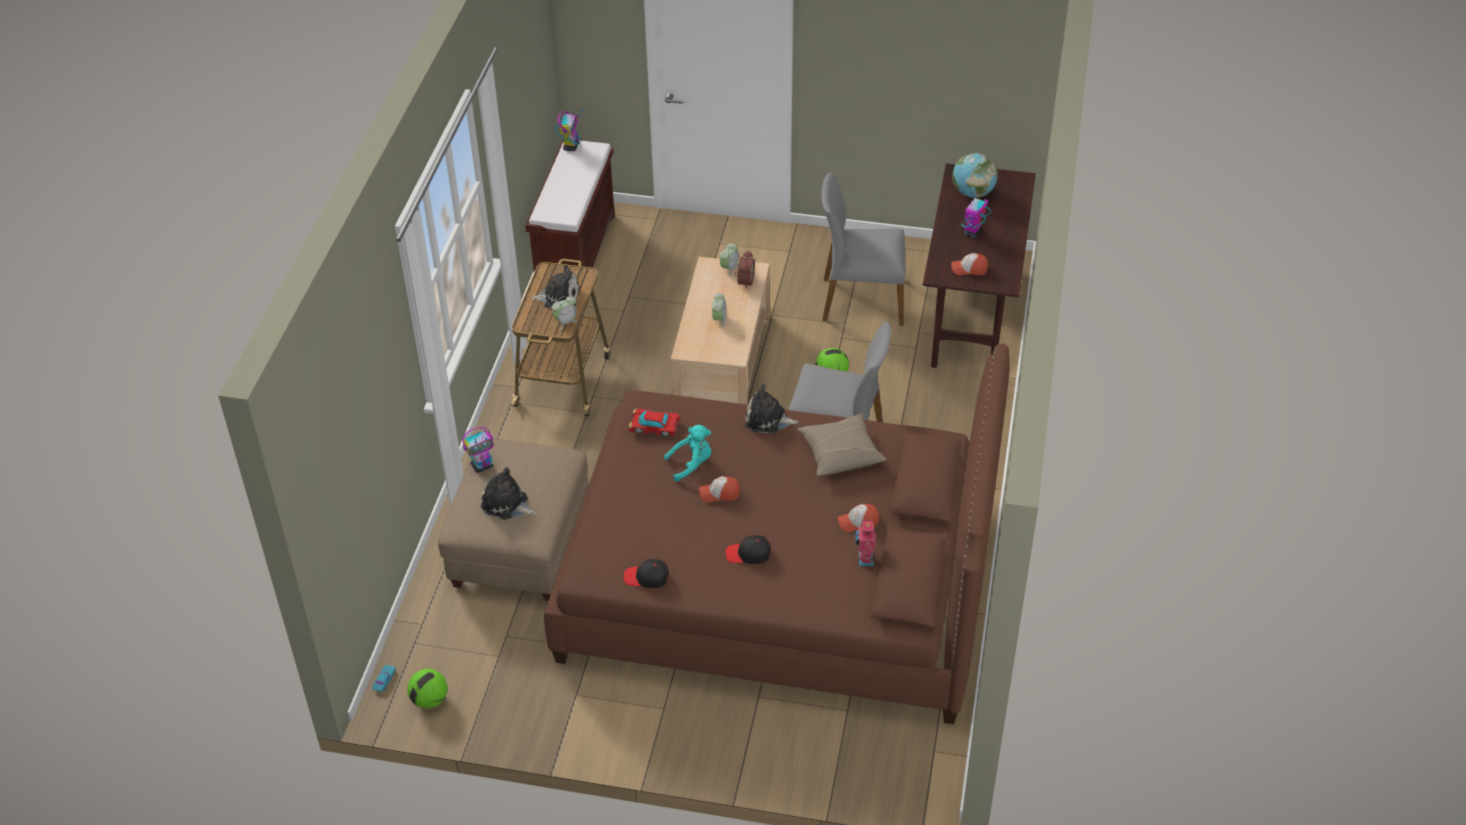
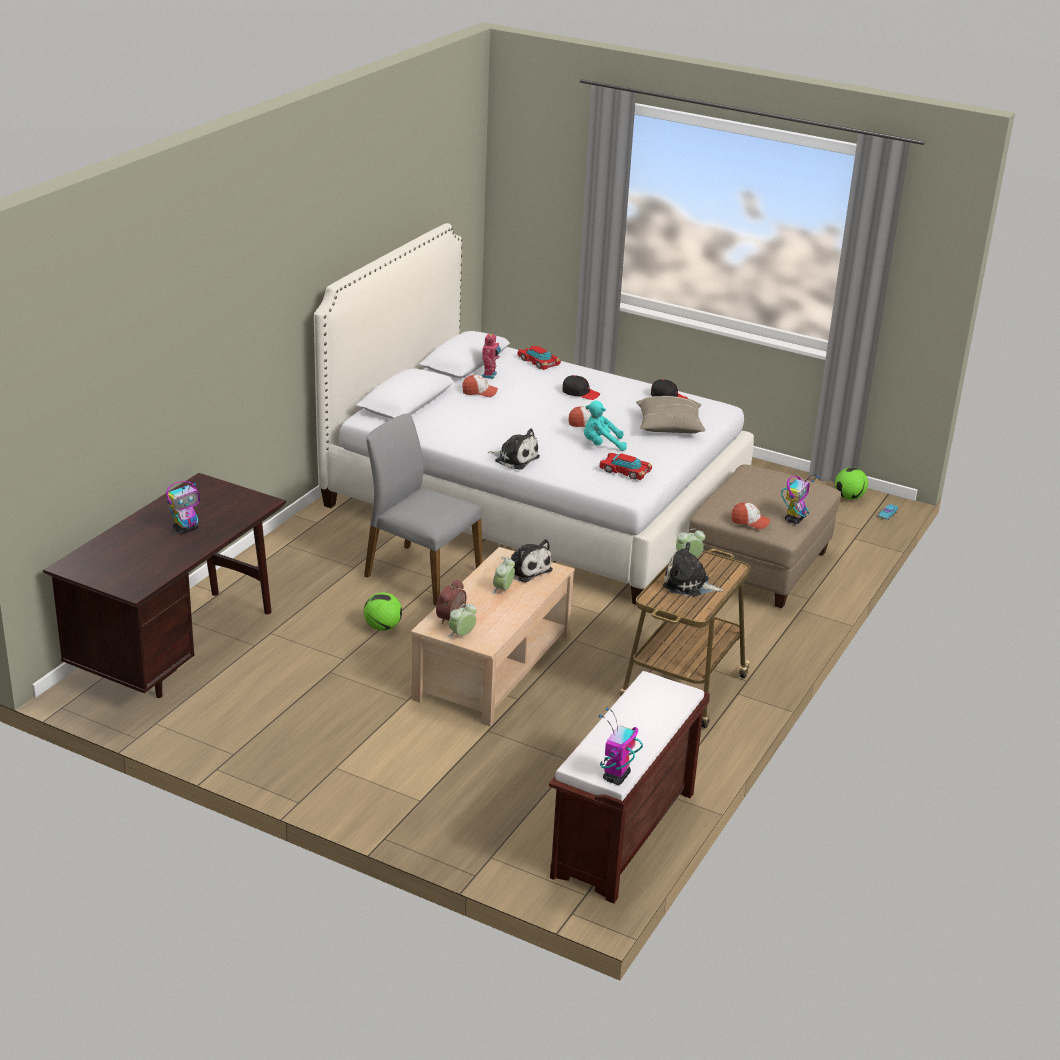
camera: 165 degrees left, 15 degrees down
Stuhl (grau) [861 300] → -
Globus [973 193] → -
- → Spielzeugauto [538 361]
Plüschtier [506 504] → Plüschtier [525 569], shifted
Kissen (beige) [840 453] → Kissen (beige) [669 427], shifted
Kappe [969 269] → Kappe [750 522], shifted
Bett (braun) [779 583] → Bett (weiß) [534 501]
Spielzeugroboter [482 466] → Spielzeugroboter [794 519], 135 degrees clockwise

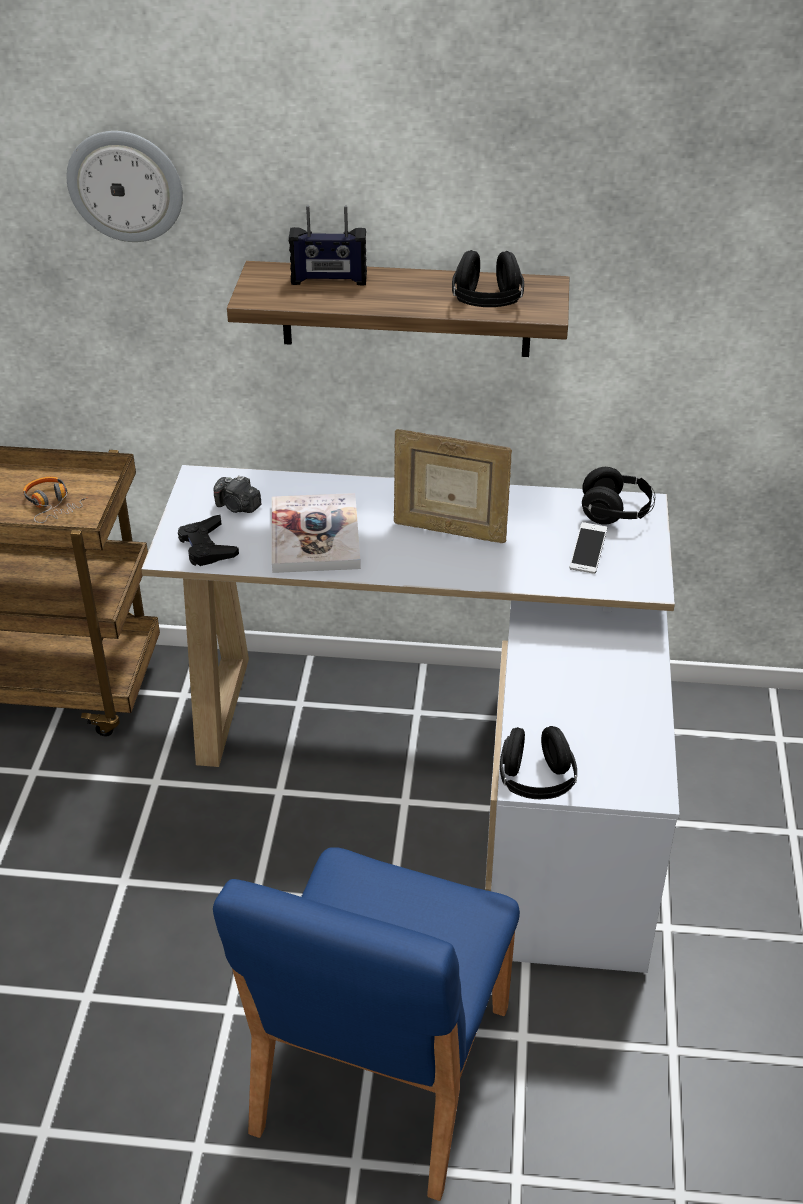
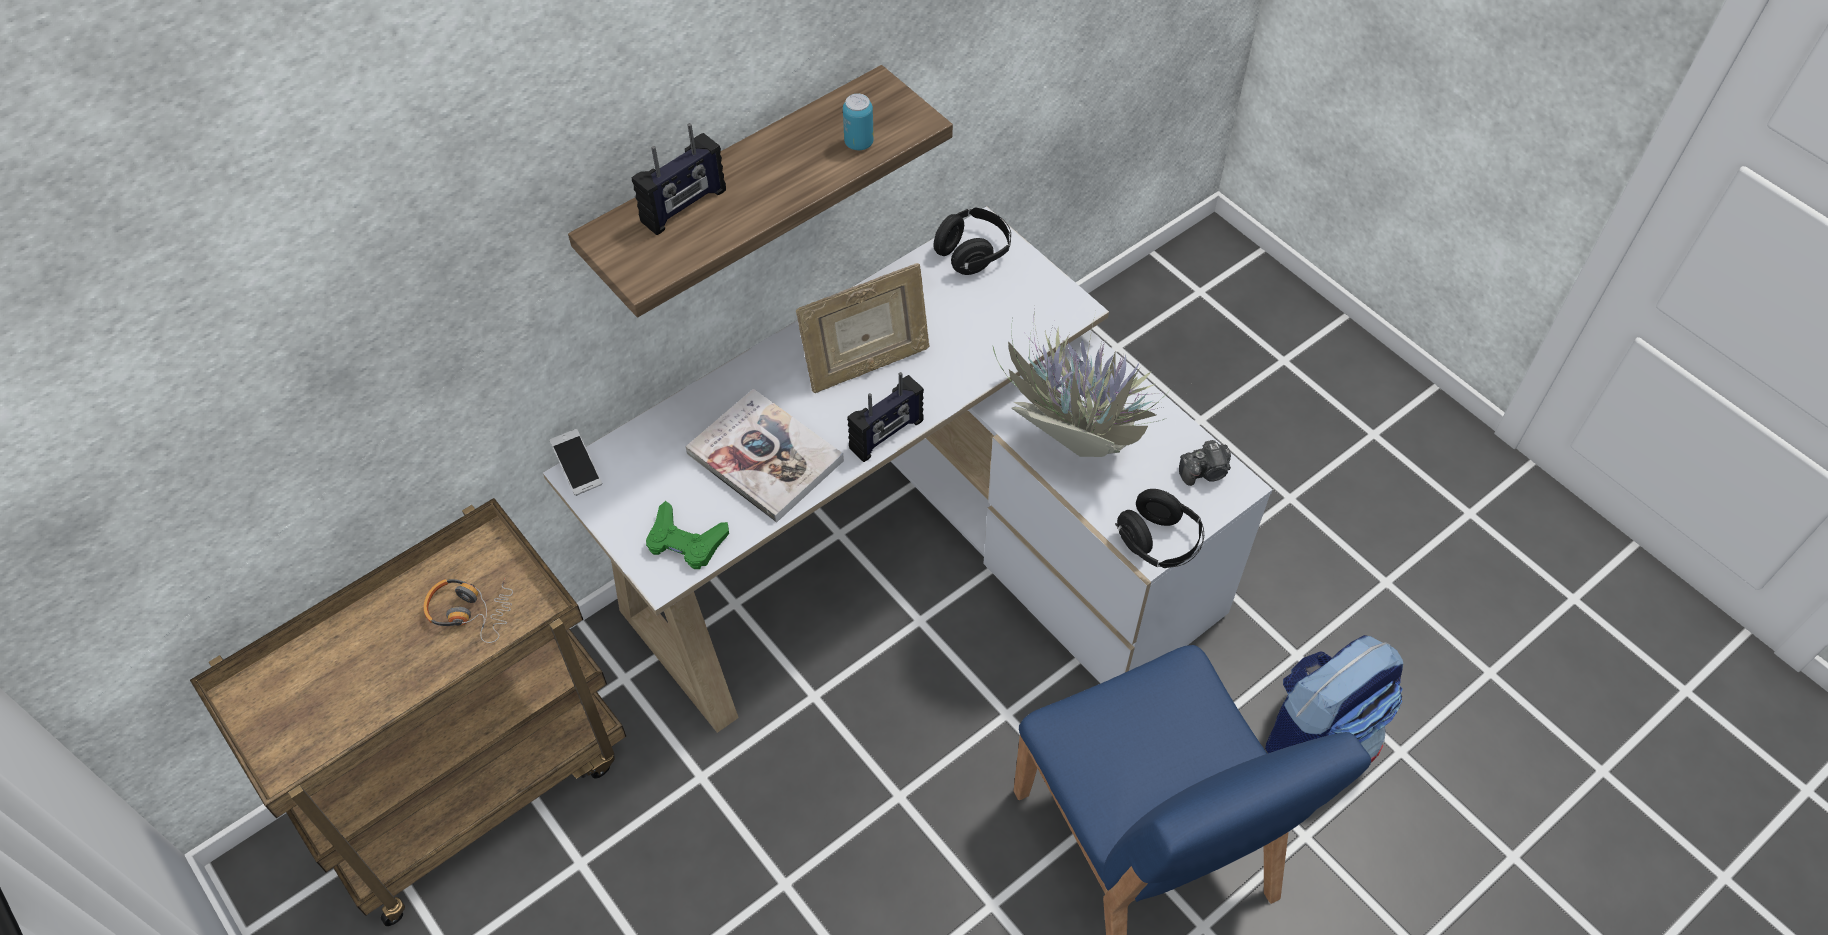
camera: 45 degrees left, 15 degrees up
Wanduhr [125 185] → -
- → Radio [887 435]
- → Topfpflanze [1073 445]
- → Rucksack [1318 736]
Kamera [238 507] → Kamera [1205 472], shifted
Handy [587 555] → Handy [577 468], shifted
Kopfhörer (schwarz) [487 303] → Dose [859 143]
Gamepad (schwarz) [207 547] → Gamepad (grün) [685 541]

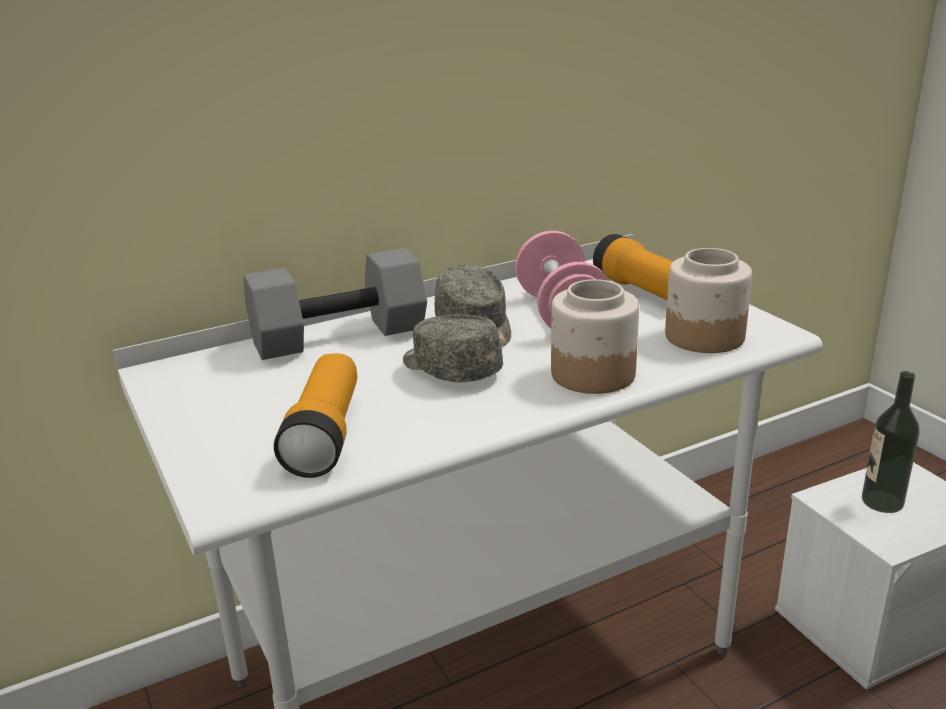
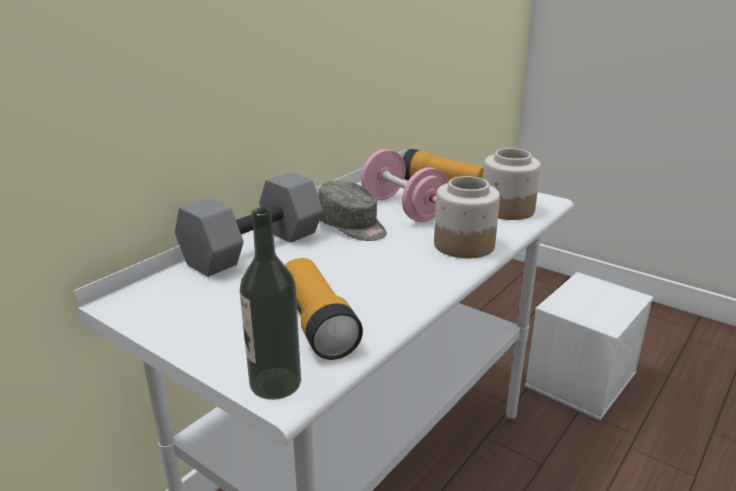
camera: 25 degrees left, 0 degrees up
Kappe (grau) [450 368] → -
Flasche [882 501] → Flasche [275 383], shifted

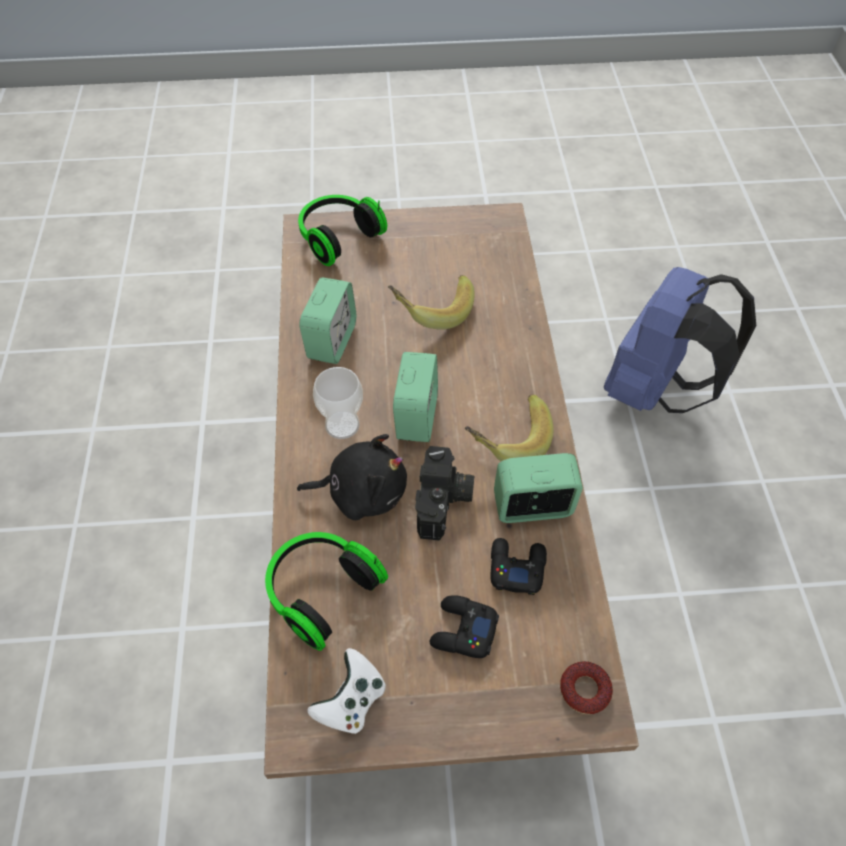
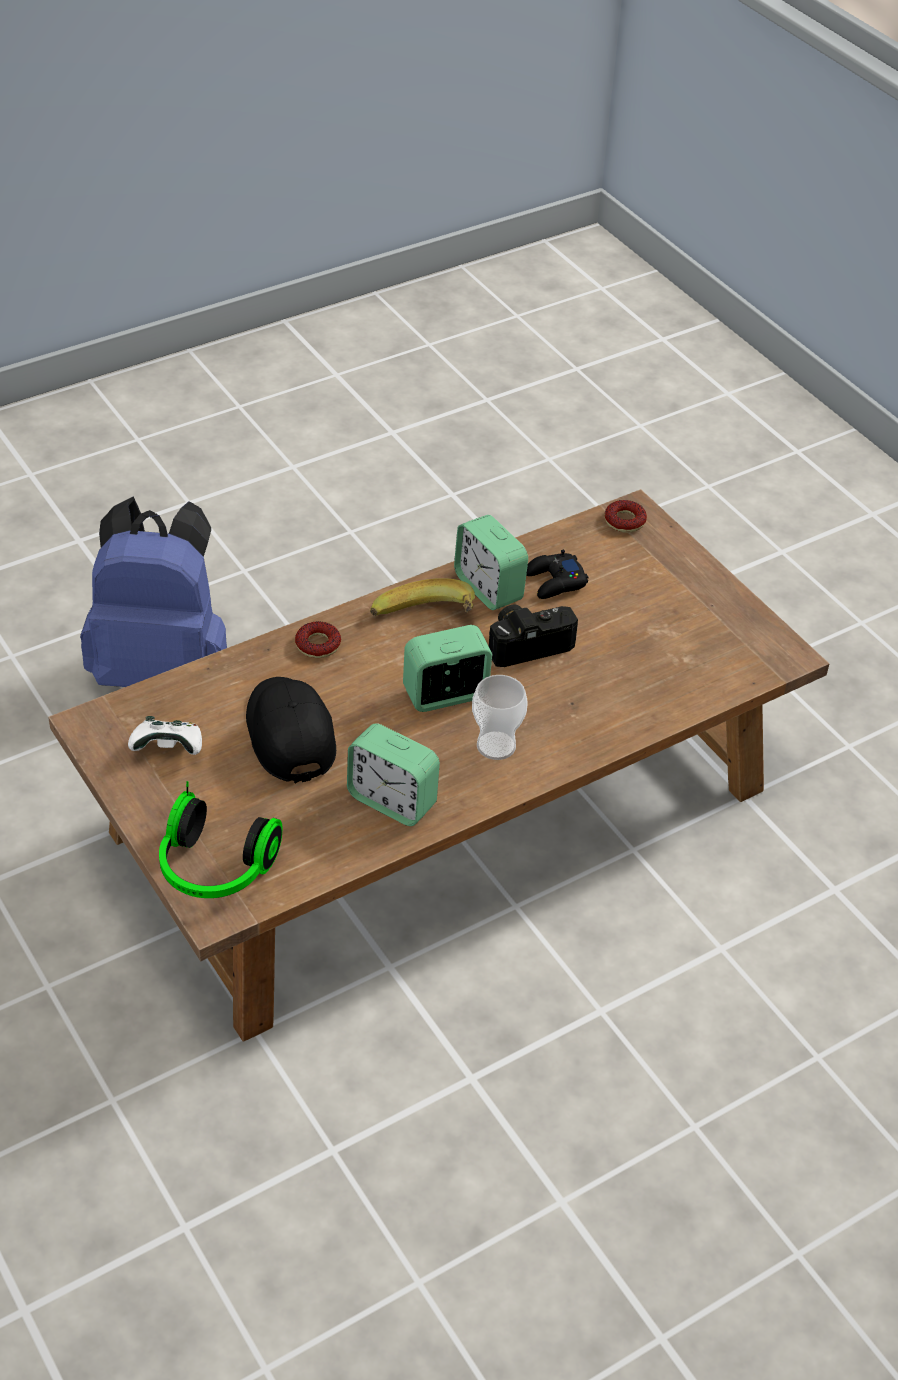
camera: 120 degrees left, 10 degrees down
Kopfhörer [320 590] → -
Plüschtier (schwarz) [362 492] → -
Gamepad (schwarz) [463 631] → -
- → Donut [318 645]
Gamepad (weiß) [351 700] → Gamepad (weiß) [169 749], shifted
Banane [432 309] → Kappe (schwarz) [289 734]
Wecker [331 341] → Wecker [392 800], 135 degrees counterclockwise

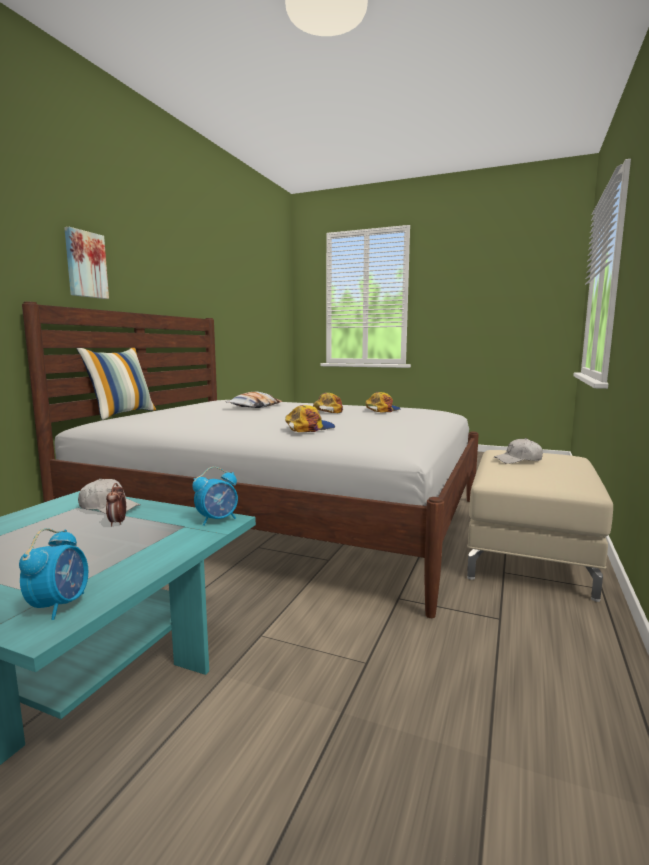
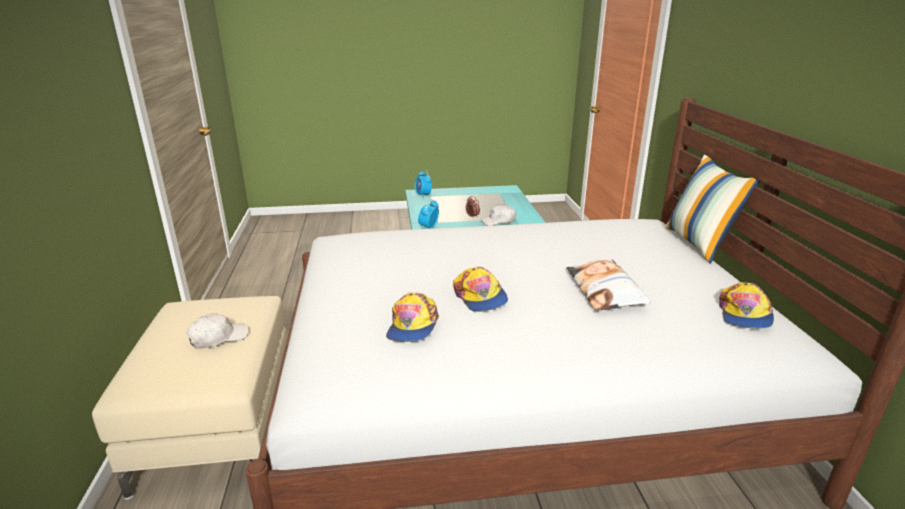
camera: 150 degrees right, 15 degrees up
Bild [85 264] → -
Kappe [309 428] → Kappe [744 314], shifted

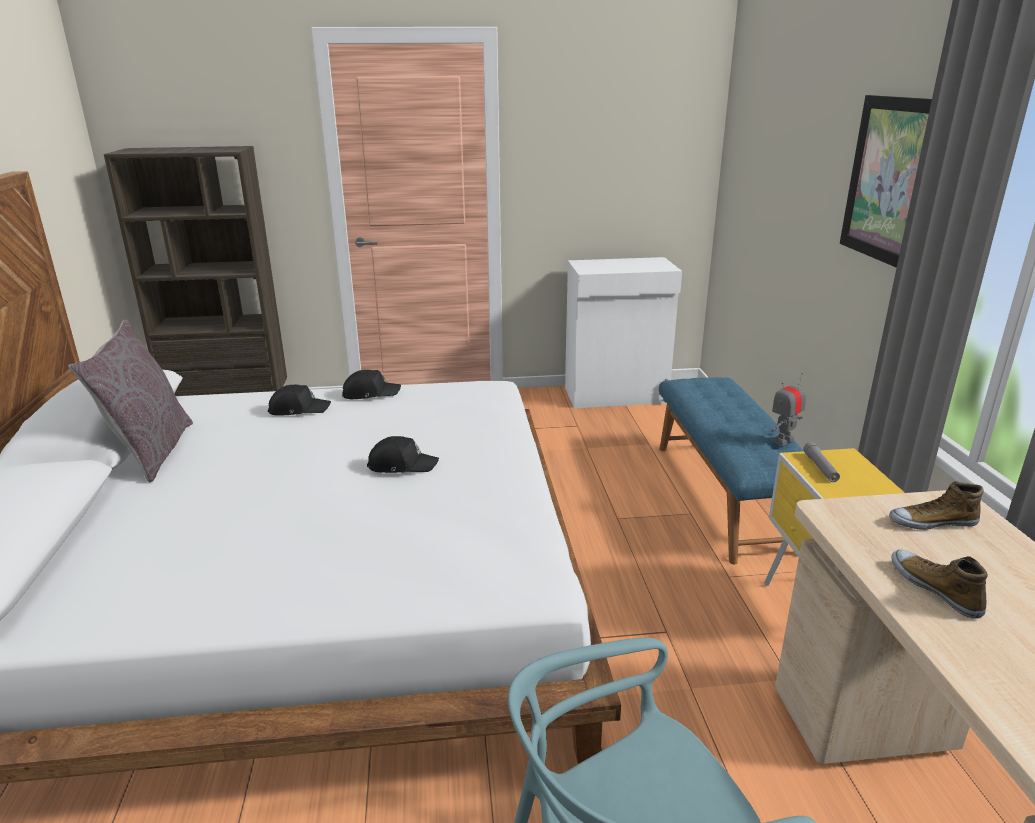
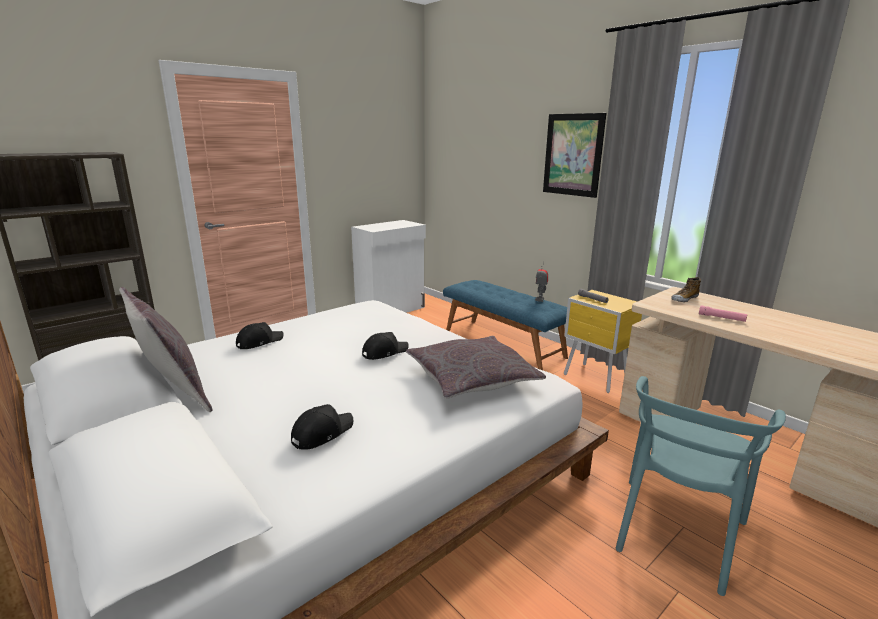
camera: 35 degrees left, 5 degrees down
- → Kissen (grau) [471 378]
Kappe (schwarz) [370 393] → Kappe (schwarz) [322 433], shifted
Schuh [935 588] → Taschenlampe (rosa) [721 318]

